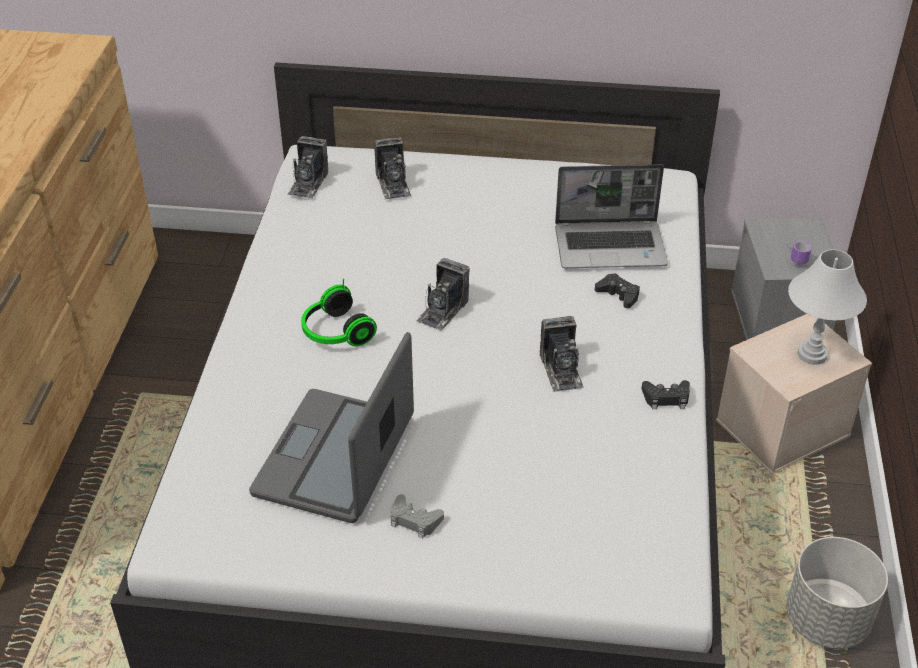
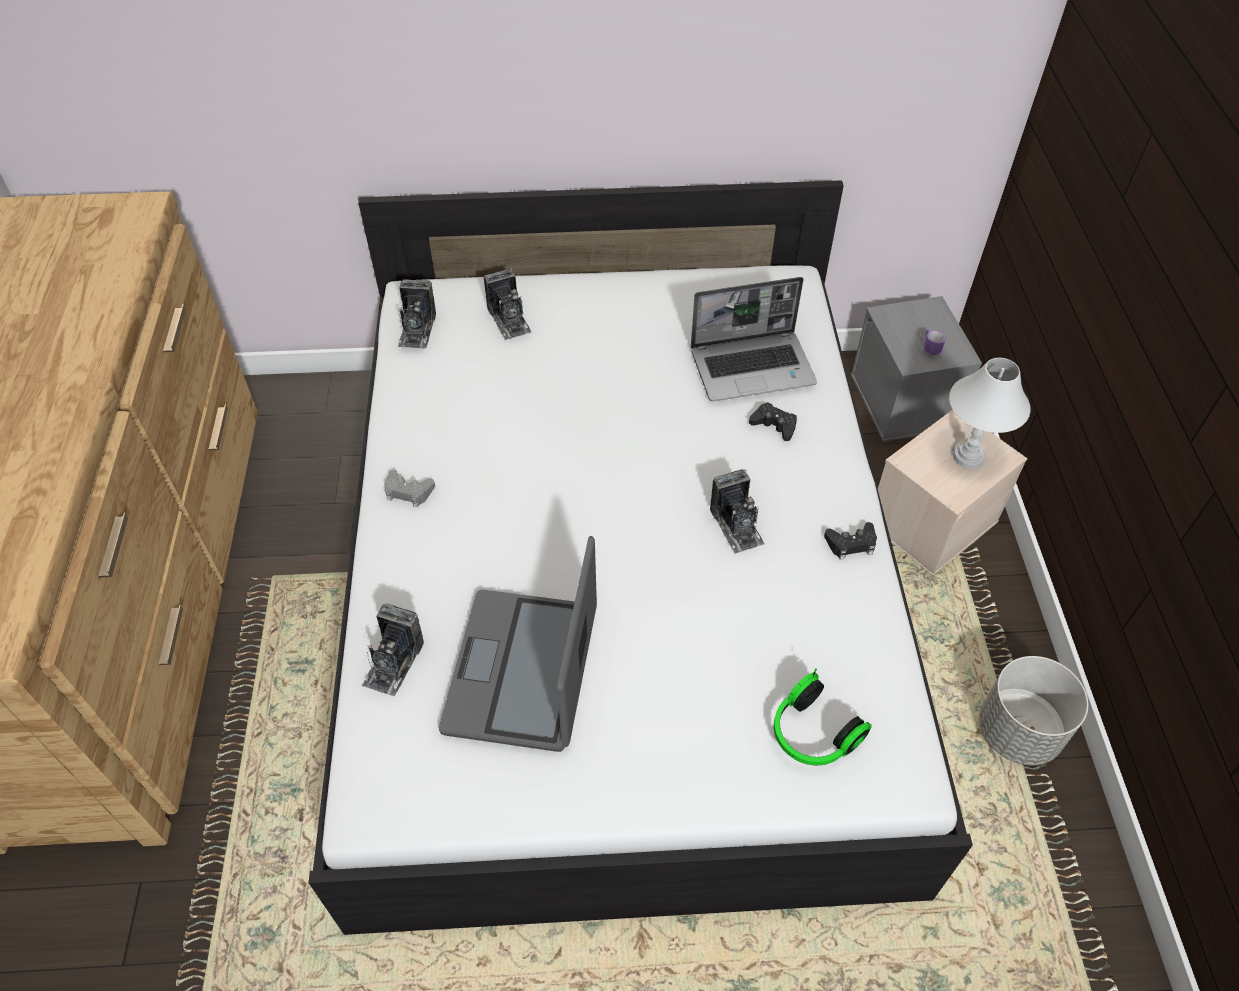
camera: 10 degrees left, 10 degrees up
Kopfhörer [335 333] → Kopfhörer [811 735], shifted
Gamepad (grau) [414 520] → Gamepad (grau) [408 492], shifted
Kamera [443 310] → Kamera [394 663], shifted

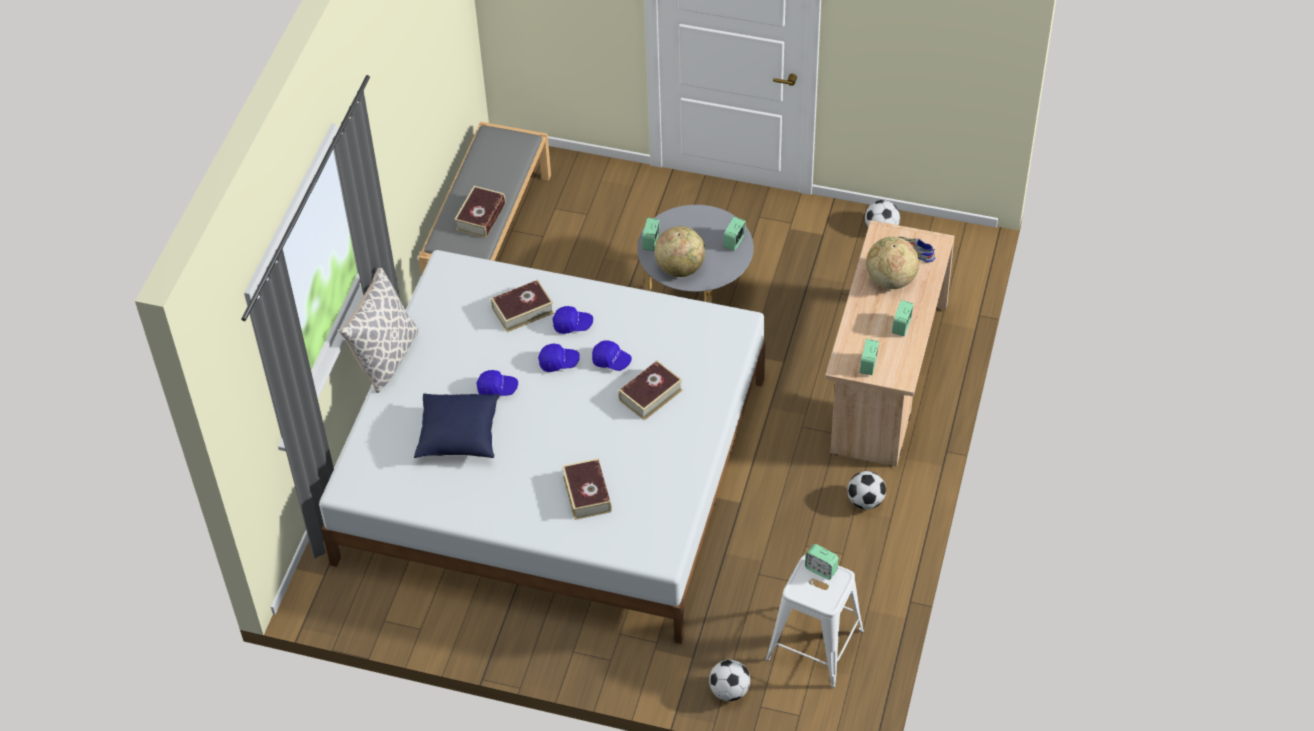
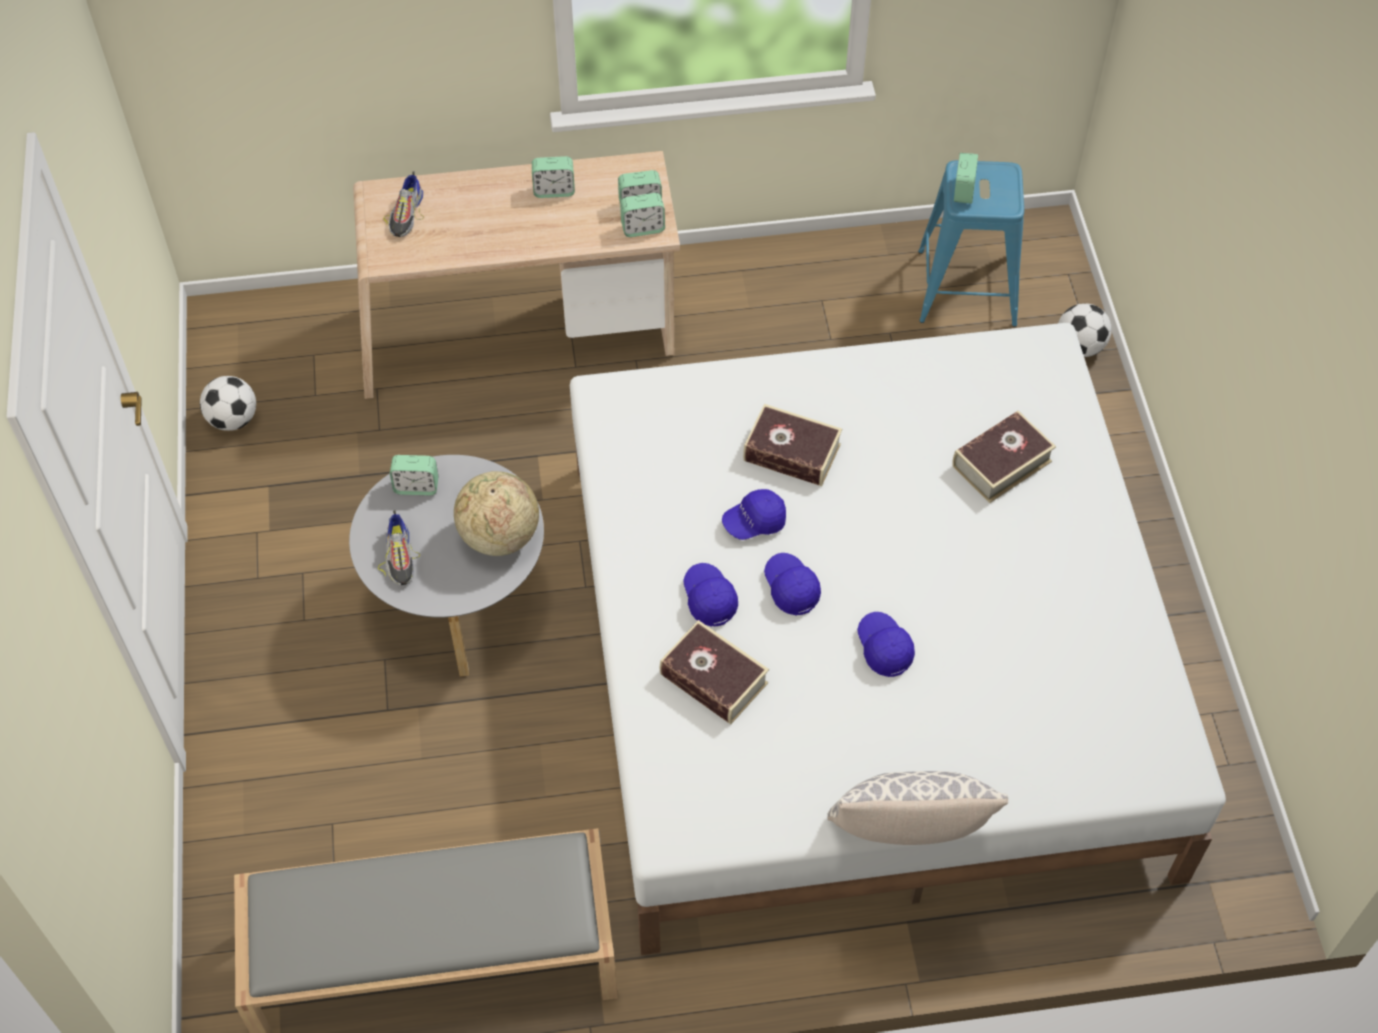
camera: 115 degrees left, 5 degrees up
Kissen (blau) [459 436] → -
Buch [480 217] → -
Fußball [865 501] → -
Globus [890 280] → -
- → Schuh [400 556]
Wecker [651 242] → Wecker [643 228], shifted
Hocker (weiß) [814 645] → Hocker (blau) [967 288]
Kappe (blau) [611 361] → Kappe (blau) [754 522], 120 degrees counterclockwise

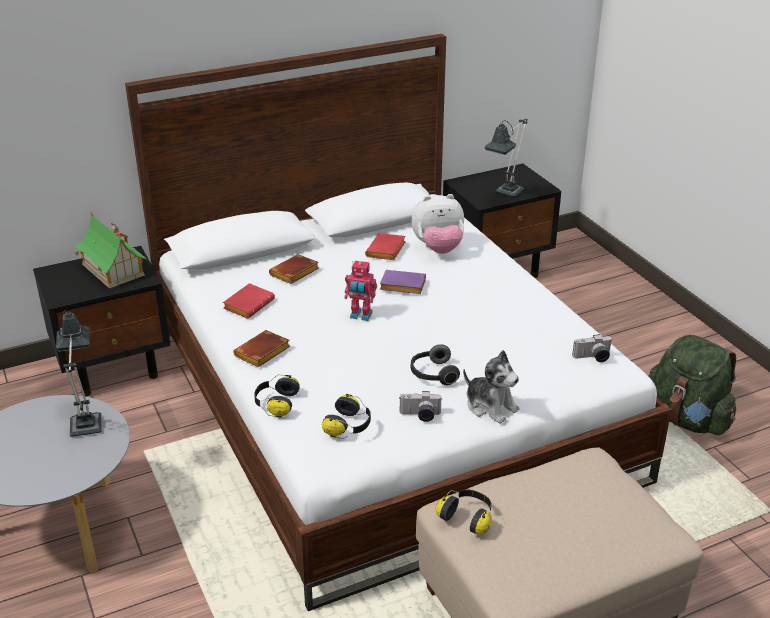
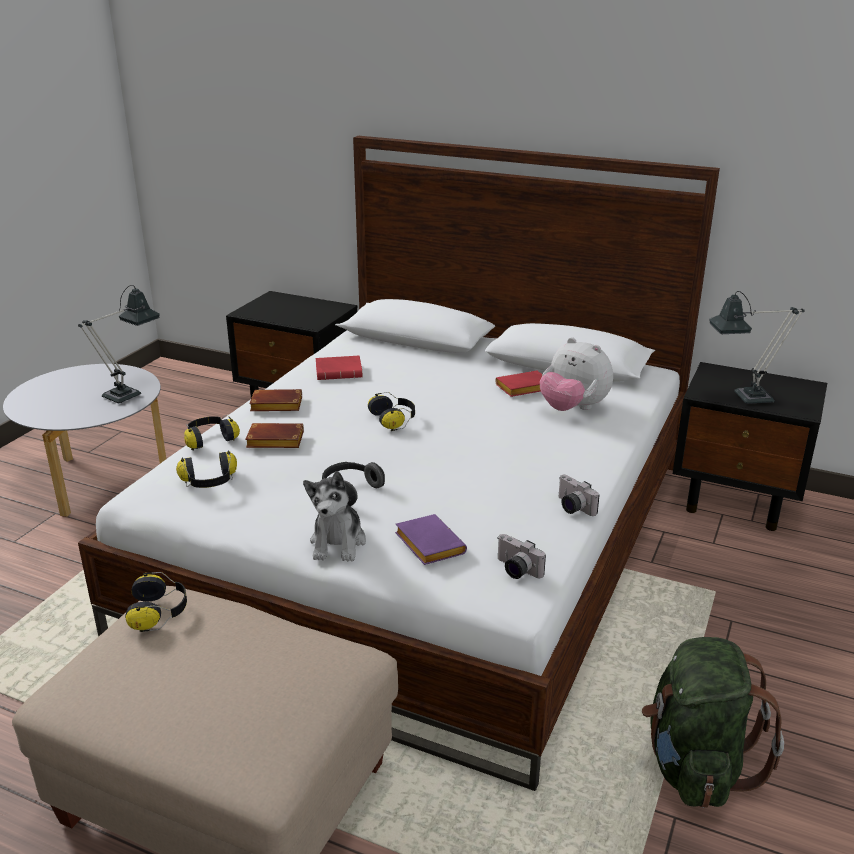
camera: 50 degrees right, 5 degrees down
Spielzeughaus [113 269] → -
Buch (braun) [294 274] → Buch (braun) [273 441], shifted
Buch (lila) [401 286] → Buch (lila) [427 544], shifted
Kamera [420 416] → Kamera [572 507], shifted
Spielzeugroboter [360 316] → Kopfhörer [394 420]

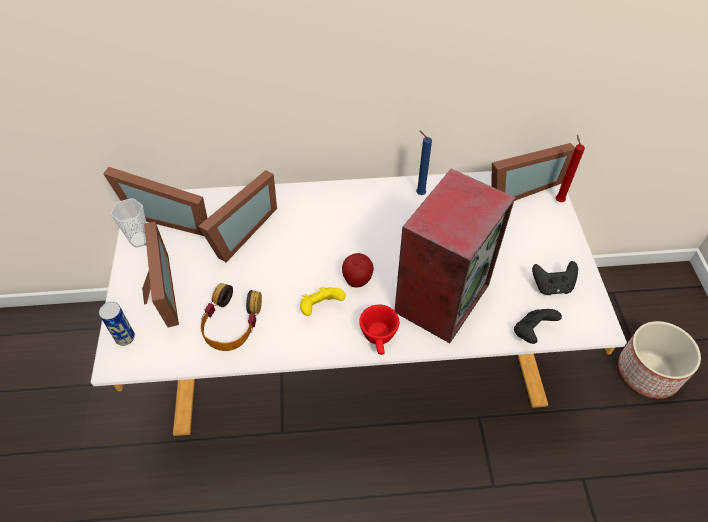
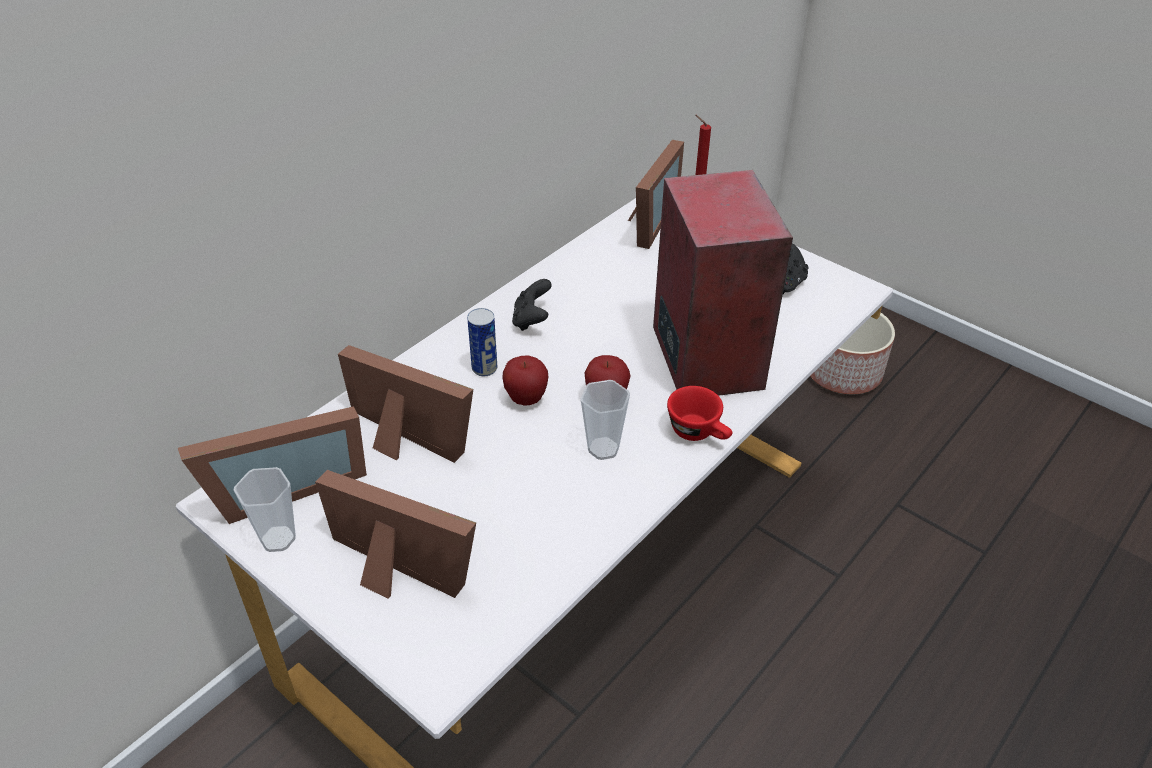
camera: 45 degrees left, 10 degrees down
Kopfhörer [231 322] → -
Kerze (blau) [419 193] → -
- → Apfel [526 399]
Dose [125 337] → Dose [484 368], shifted
Gamepad (schwarz) [531 332] → Gamepad (schwarz) [531 320], shifted
Gamepad (gelb) [320 307] → Tasse [603 448]
Bilderrahmen [238 232] → Bilderrahmen [403 443], 45 degrees counterclockwise

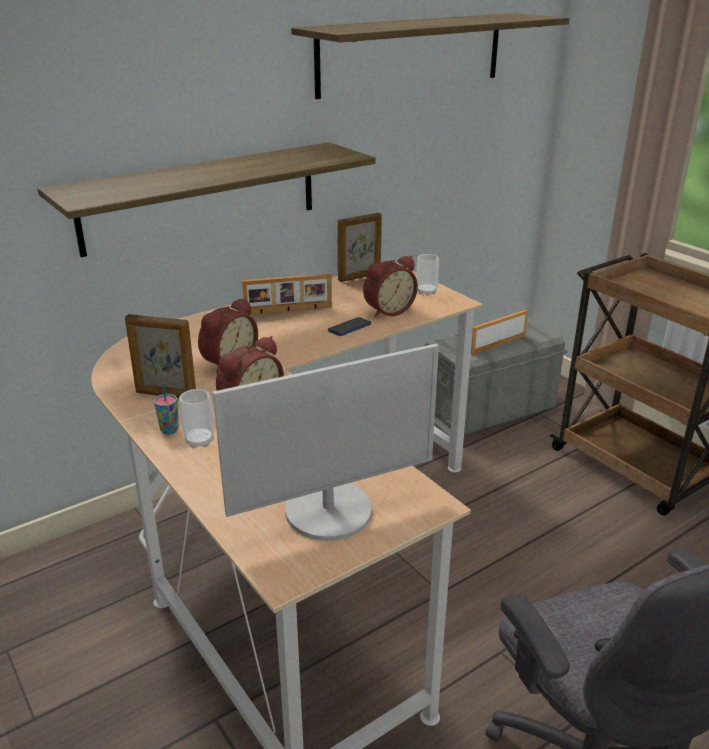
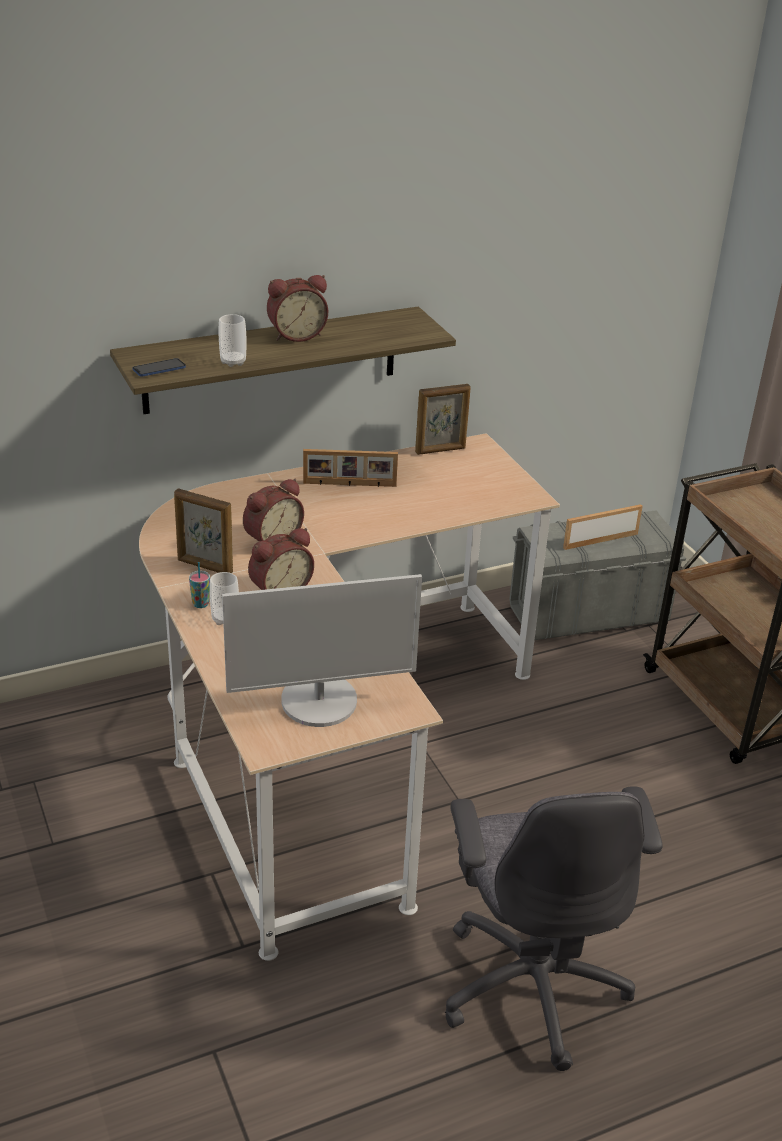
camera: 10 degrees right, 5 degrees up
Wandregal [412 54] → -
Handy [349 328] → Handy [159 369], shifted
Wecker [388 310] → Wecker [296 335], shifted
Tasse [426 292] → Tasse [233 362], shifted

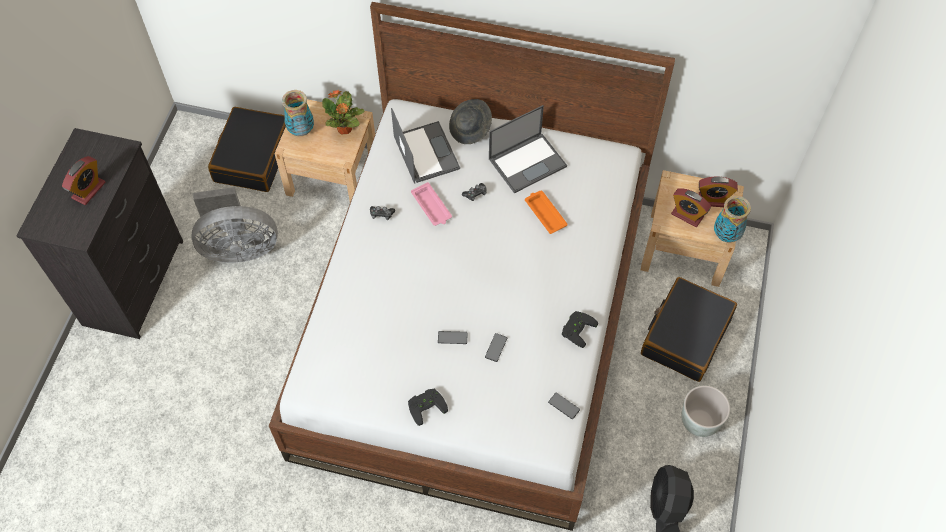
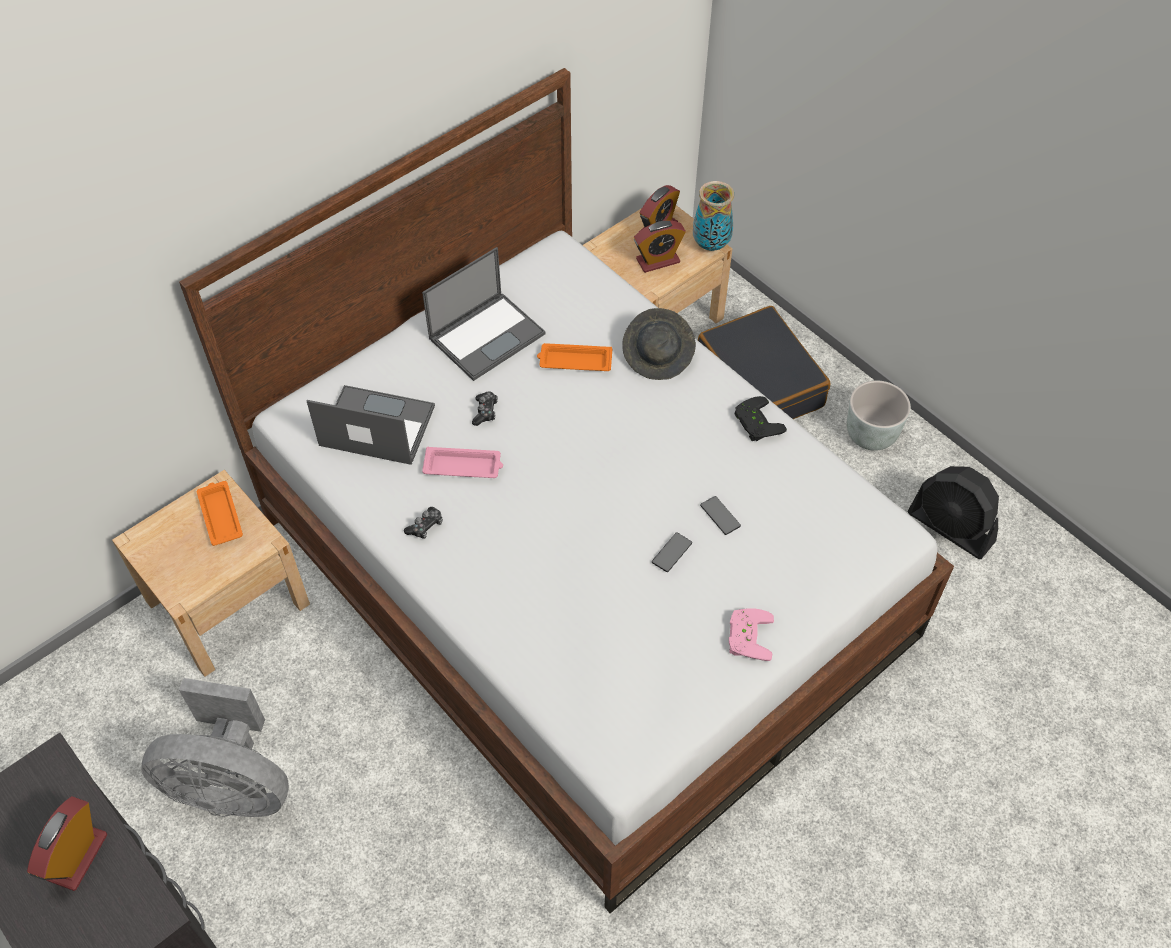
camera: 55 degrees left, 5 degrees down
Koffer (schwarz) [252 157] → -
Vase [301 131] → -
Handy [564 406] → -
Hut (grau) [470 129] → Hut (grau) [658 356], shifted
Topfpflanze [344 129] → Tablett (orange) [220 515]
Gamepad (schwarz) [426 405] → Gamepad (rosa) [746 636]
Wecker [89 190] → Wecker [77 857], 135 degrees counterclockwise
Ventilator (grau) [238 247] → Ventilator (grau) [232 785], 75 degrees clockwise
Laptop [528 162] → Laptop [487 335], 45 degrees clockwise

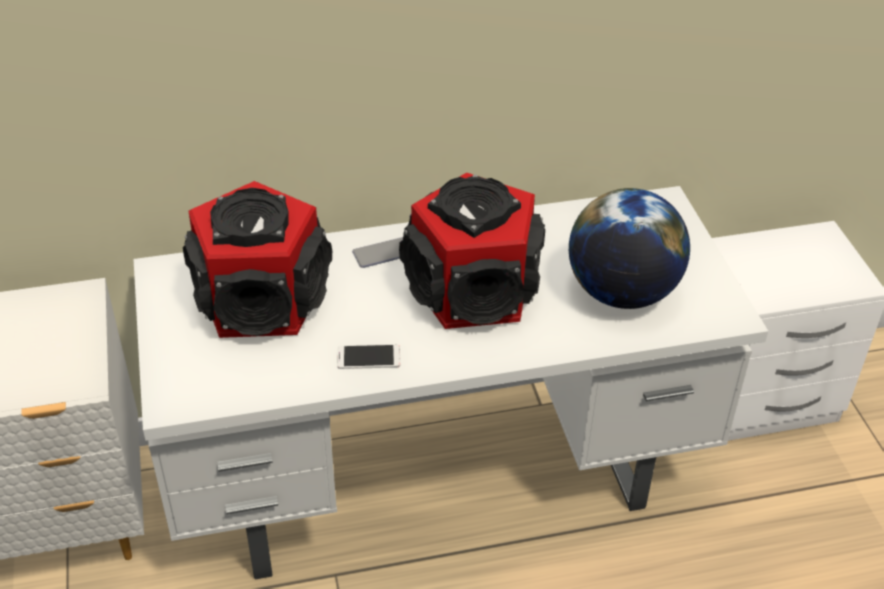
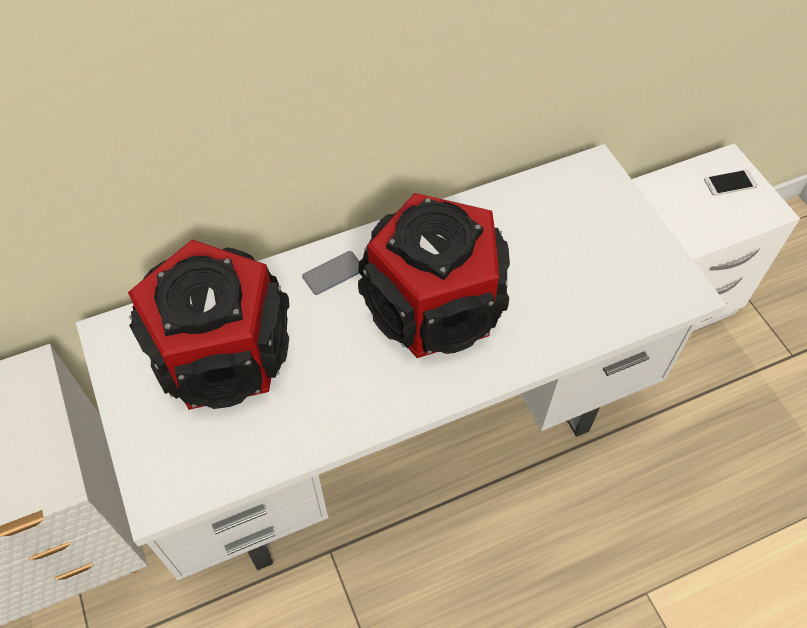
camera: 10 degrees left, 15 degrees up
Globus [621 293] → -
Handy [368 357] → Handy [730 183], shifted

